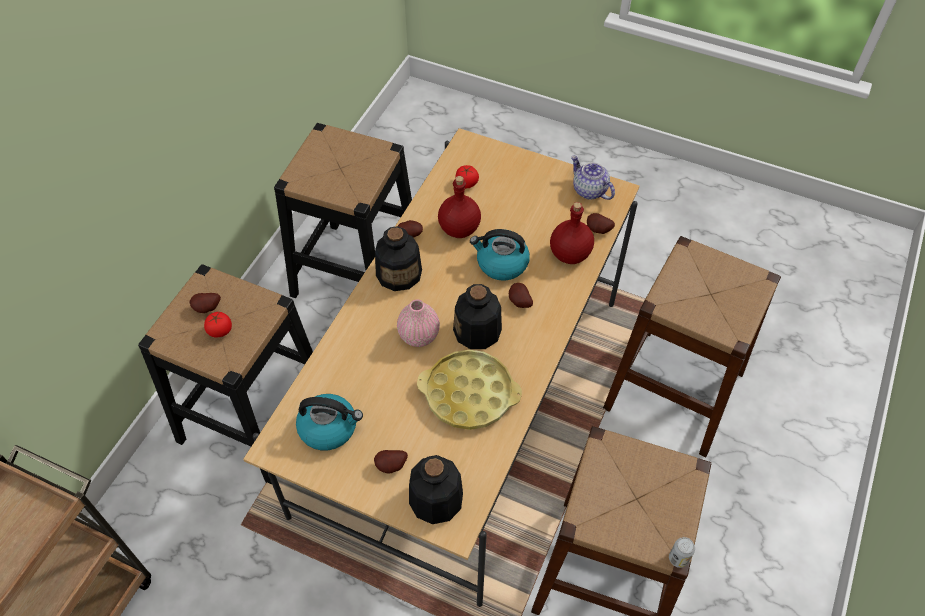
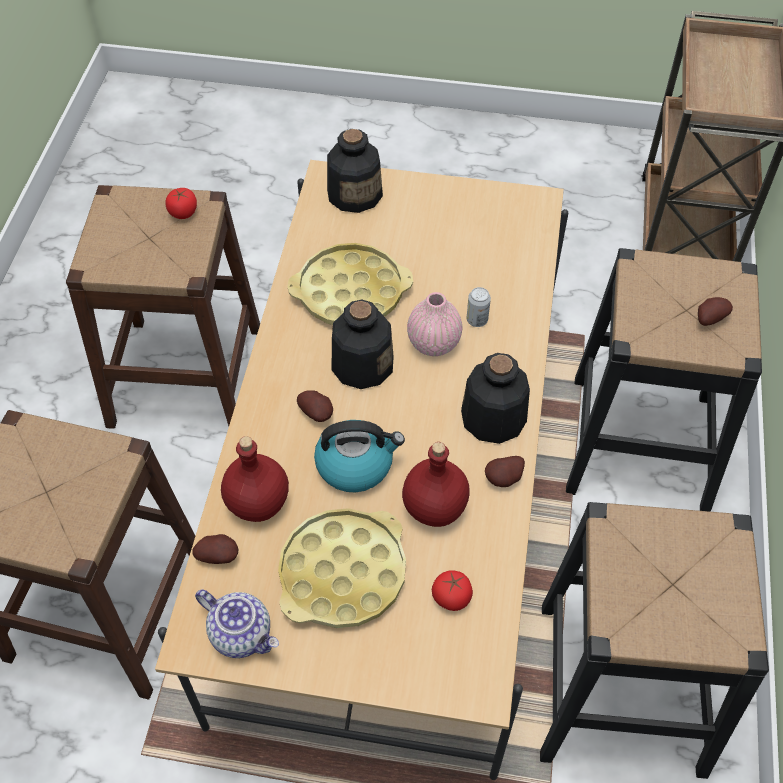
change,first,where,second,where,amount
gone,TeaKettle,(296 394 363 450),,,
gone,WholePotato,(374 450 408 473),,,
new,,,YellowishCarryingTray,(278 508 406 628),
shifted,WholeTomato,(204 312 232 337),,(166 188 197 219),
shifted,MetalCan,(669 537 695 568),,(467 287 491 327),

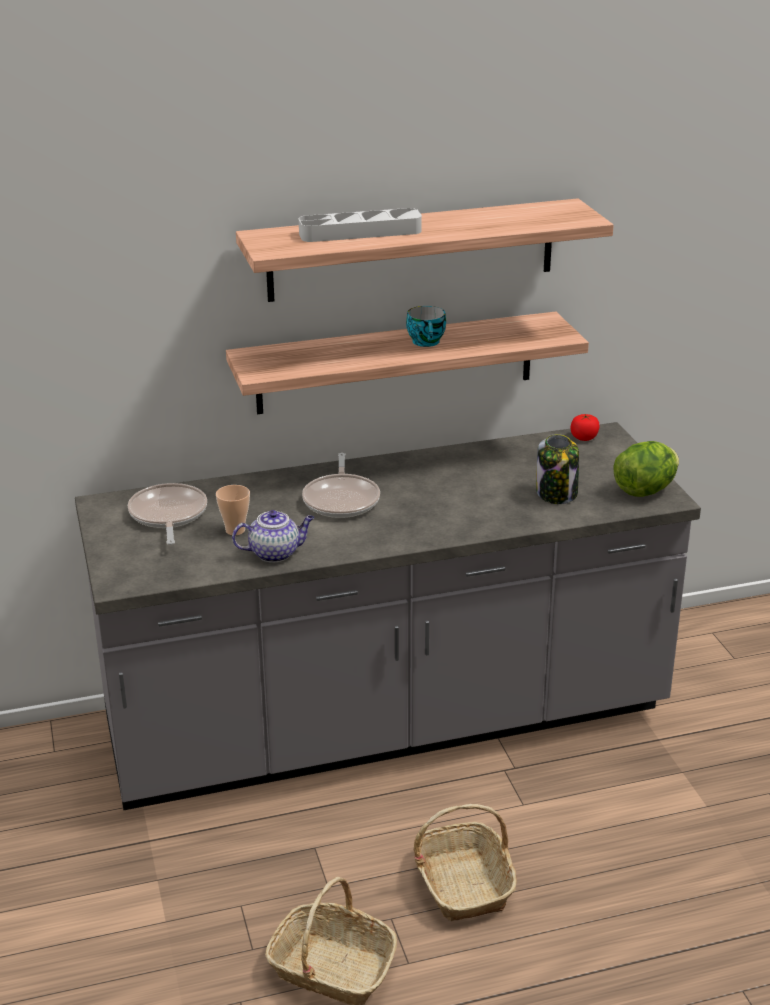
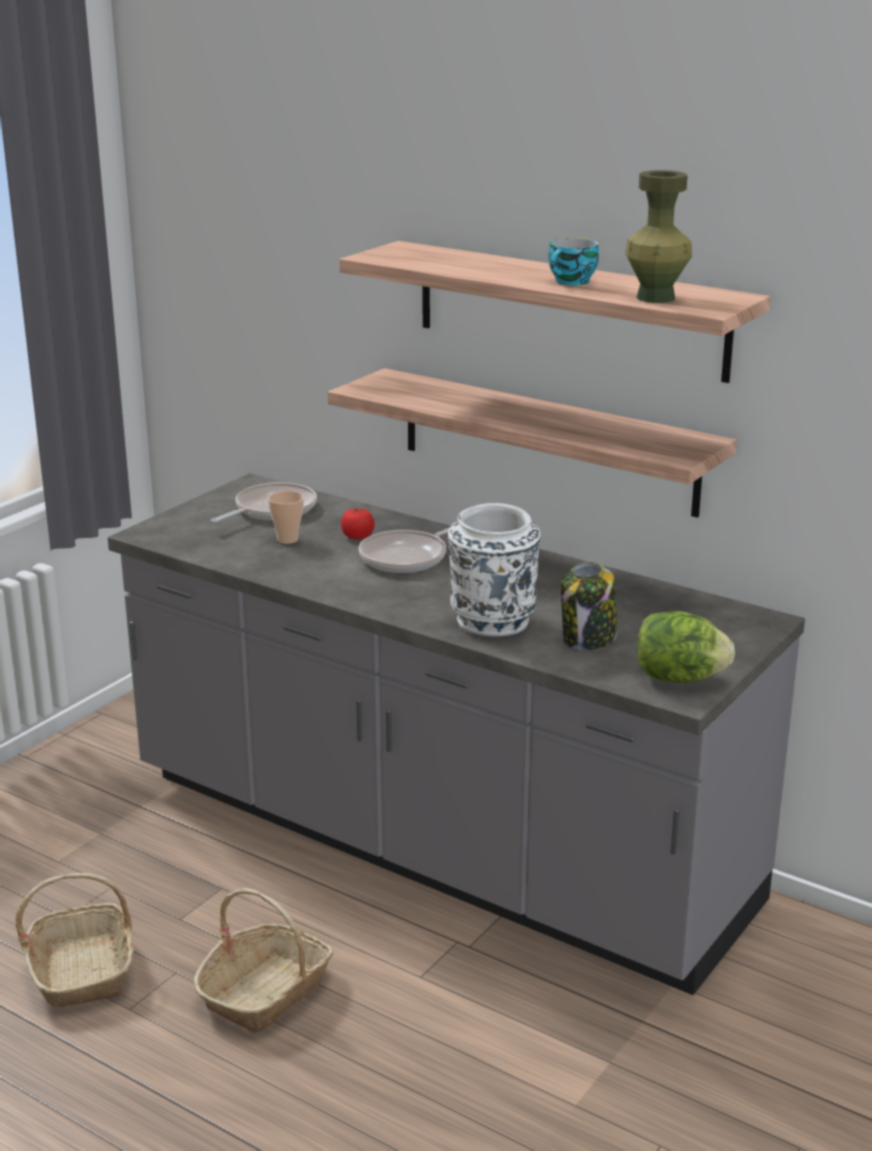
change,first,where,second,where,amount
gone,Teapot,(232 510 314 563),,,
gone,GreyCarryingTray,(299 208 422 242),,,
new,,,WhiteDecorativeVase,(448 503 540 637),
new,,,GreenishDecorativeVase,(625 170 692 303),
shifted,SmallCup,(406 306 446 347),,(548 238 599 286),
shifted,WholeTomato,(571 414 600 441),,(341 508 375 539),

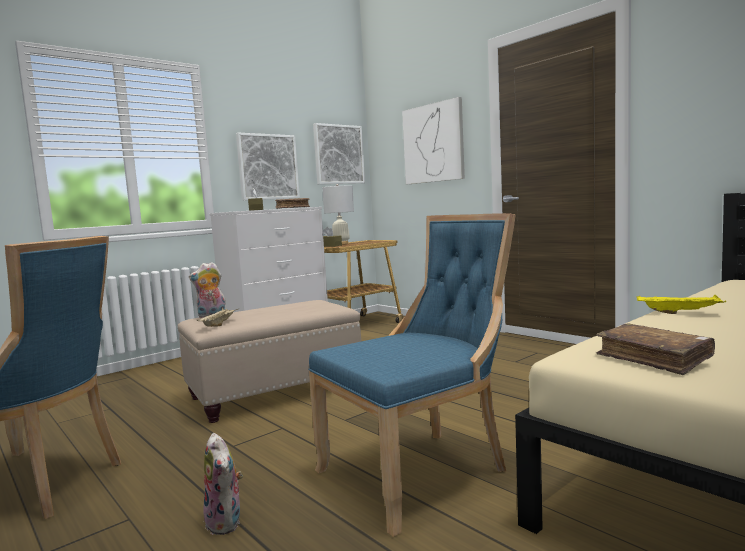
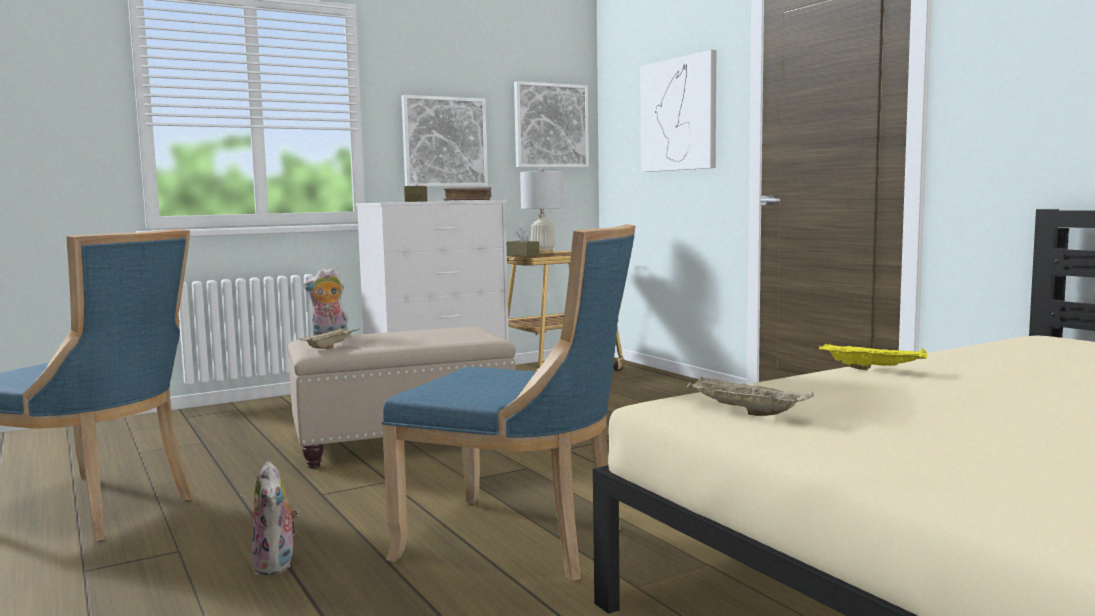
change,first,where,second,where,amount
swapped,BrownColouredBook,(596 323 715 375),BeigeCarryingTray,(687 377 814 416),
rotated,BlueChair,(309 213 516 537),,(382 224 636 581),45 degrees clockwise

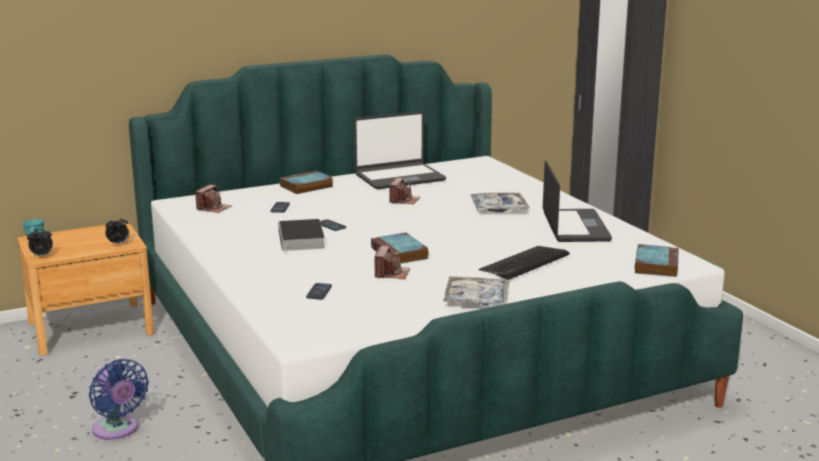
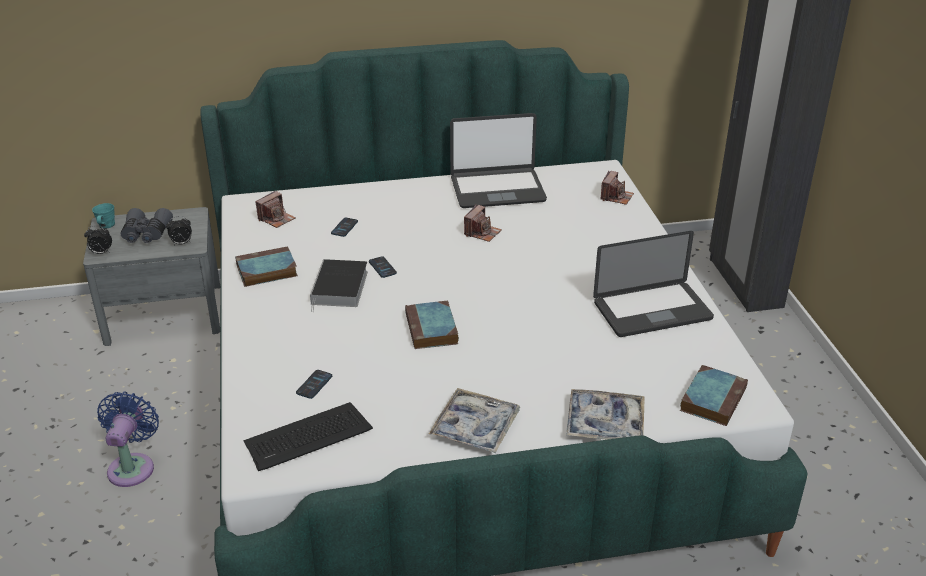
change,first,where,second,where,amount
new,,,GreyPairOfBinoculars,(121 208 173 243),
shifted,Book,(280 171 333 194),,(235 246 298 287),
shifted,StillCamera,(375 246 410 279),,(600 171 634 205),
shifted,CarryingTray,(470 193 530 212),,(566 389 645 440),
shifted,Keyboard,(479 246 570 280),,(244 402 373 471),
repainted,BrownColouredBedsideTable,(18 222 154 355),GreyBedsideTable,(83 207 220 346),
rotated,BlueFan,(89 359 149 440),,(97 392 159 487),150 degrees counterclockwise
rotated,PortableComputer,(543 160 612 242),,(593 231 714 337),60 degrees clockwise

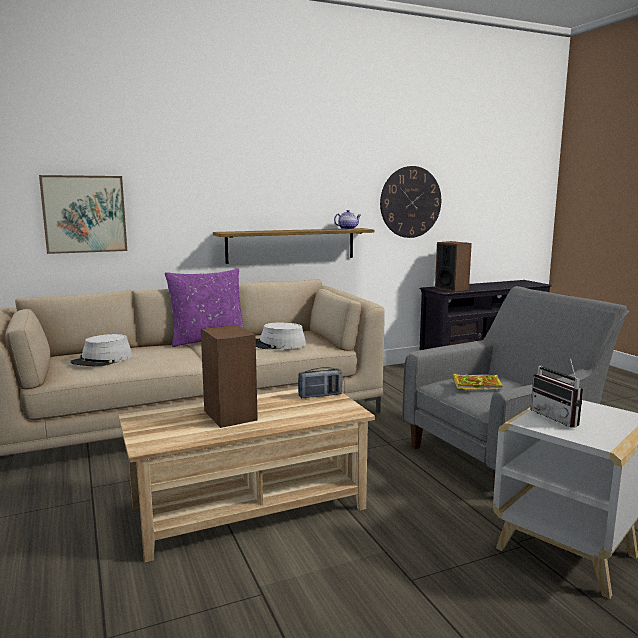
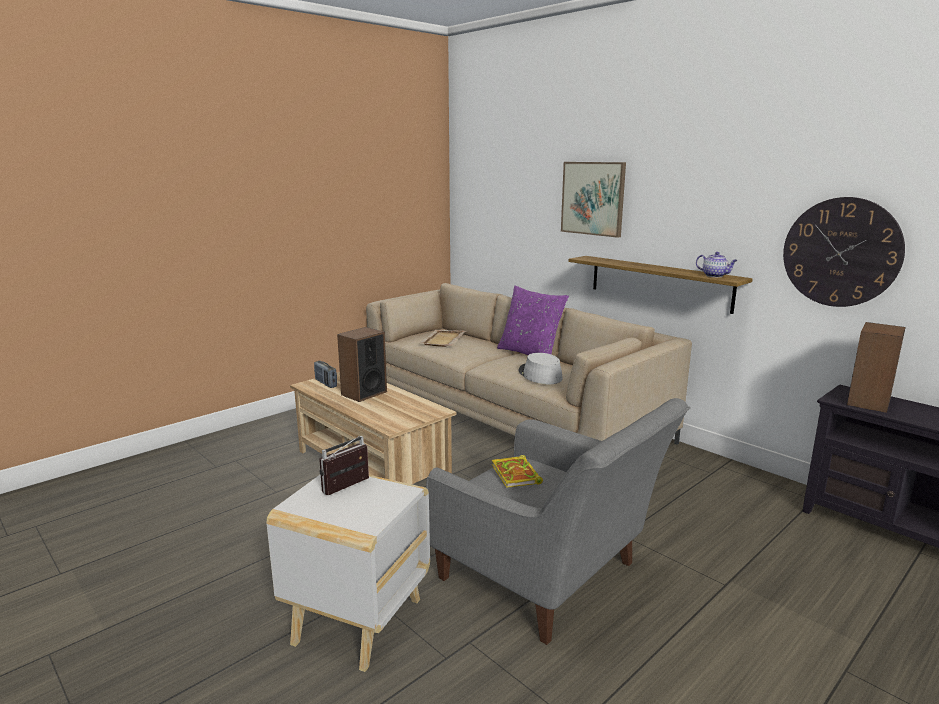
change,first,where,second,where,amount
shifted,WallArt,(39 175 127 254),,(561 162 626 238),
shifted,Radio,(298 367 342 398),,(314 361 337 388),
swapped,GreyHat,(70 334 132 367),BeigeCarryingTray,(419 330 466 347),

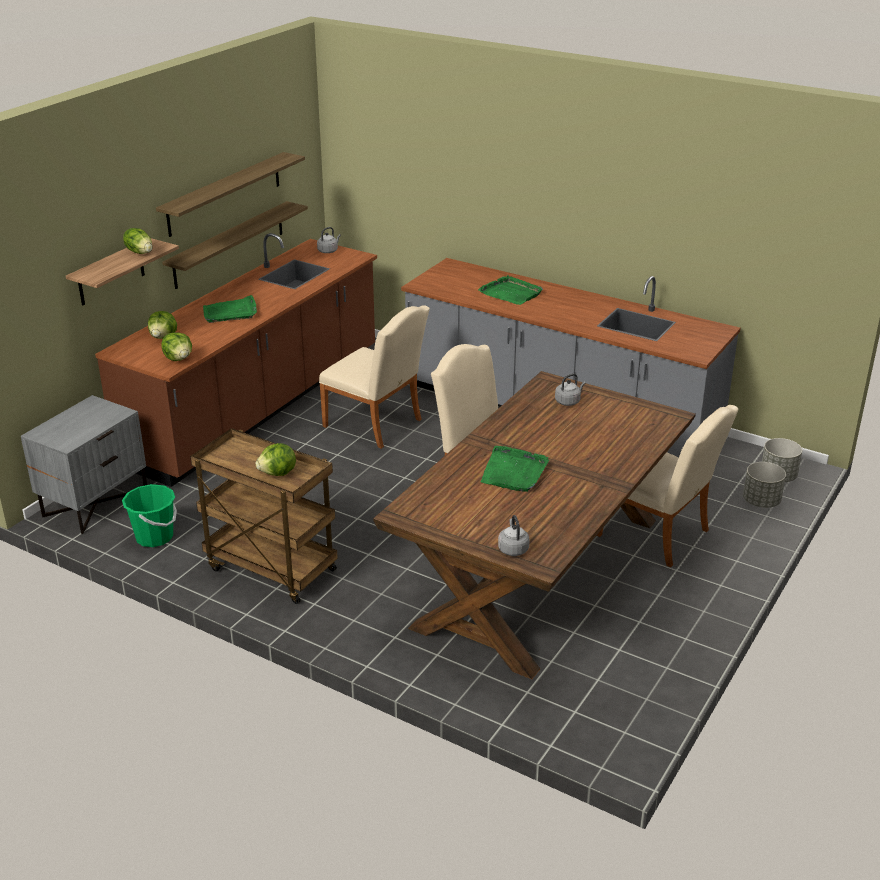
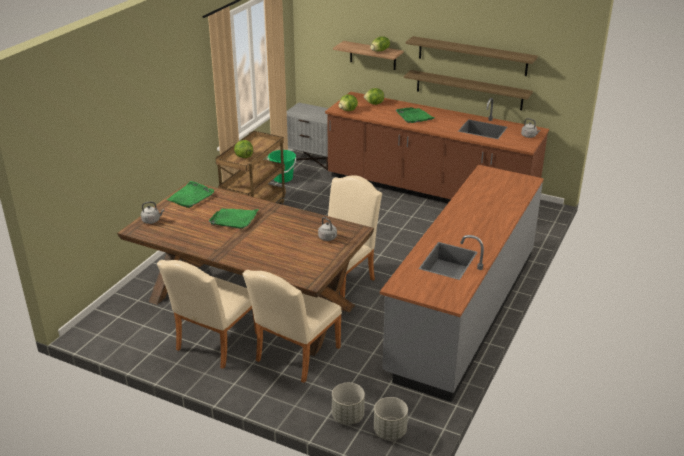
change,first,where,second,where,amount
shifted,BeigeChair,(319 305 430 449),,(157 260 257 369),
shifted,GreenishCarryingTray,(478 275 543 305),,(167 181 214 208),

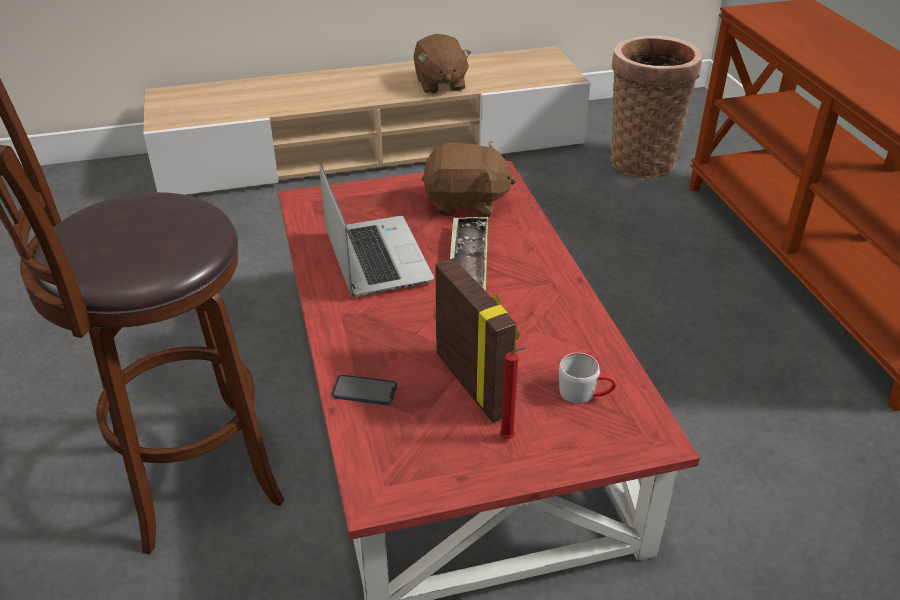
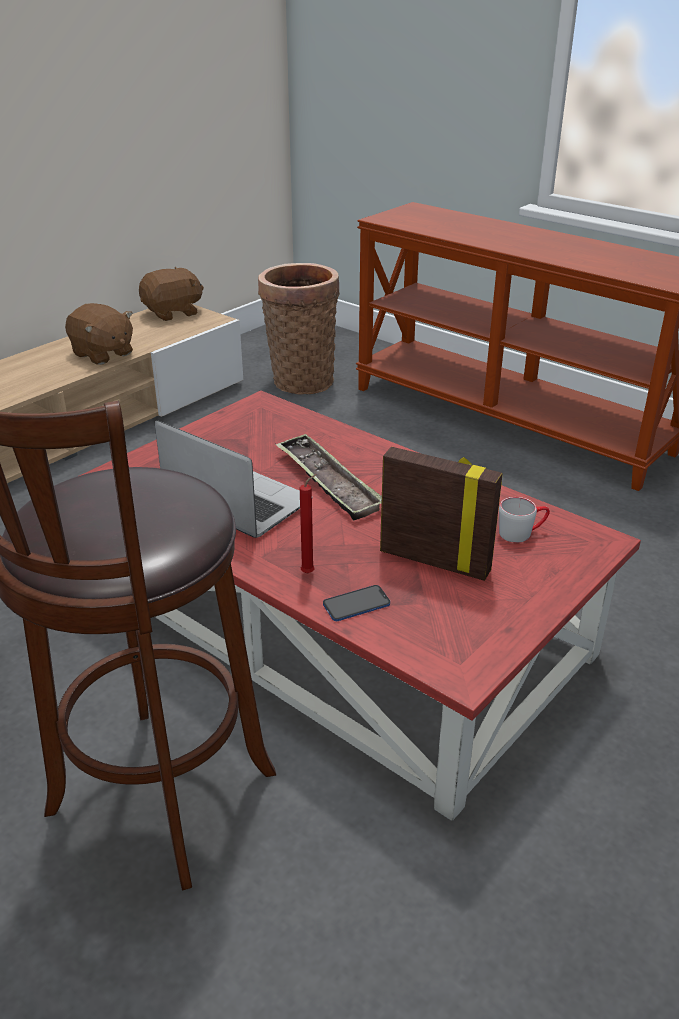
change,first,where,second,where,amount
shifted,BrownColouredSoftToy,(422 141 516 217),,(139 267 204 321),
shifted,RedColouredWaxLight,(500 347 526 439),,(300 474 317 574),

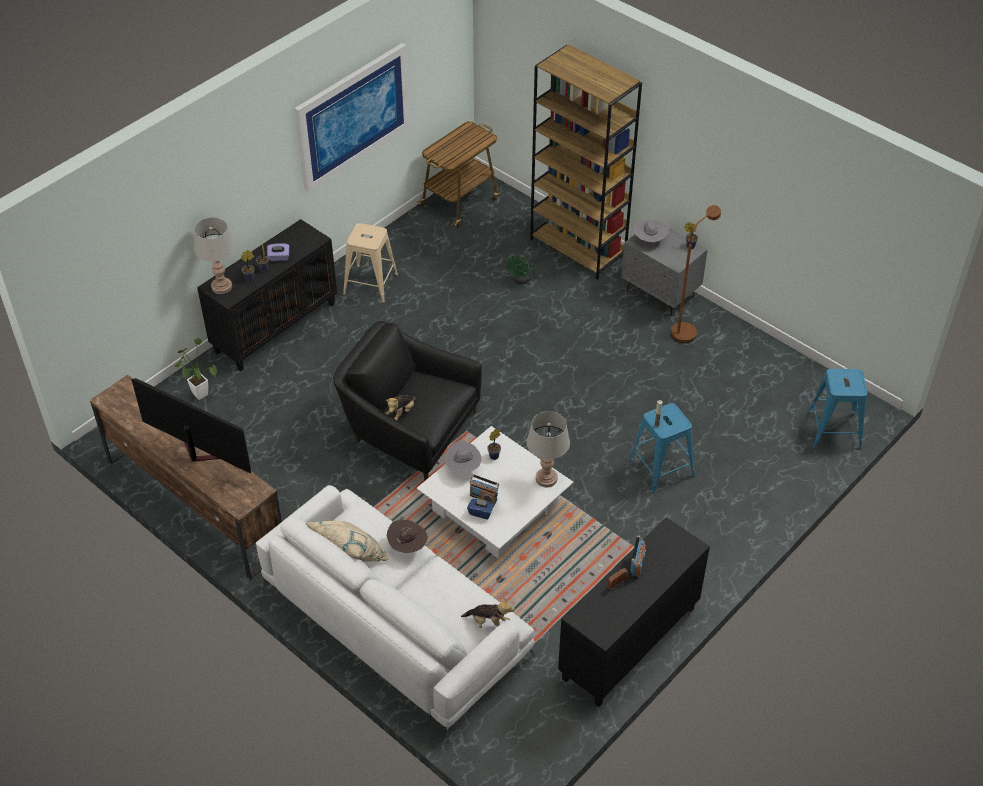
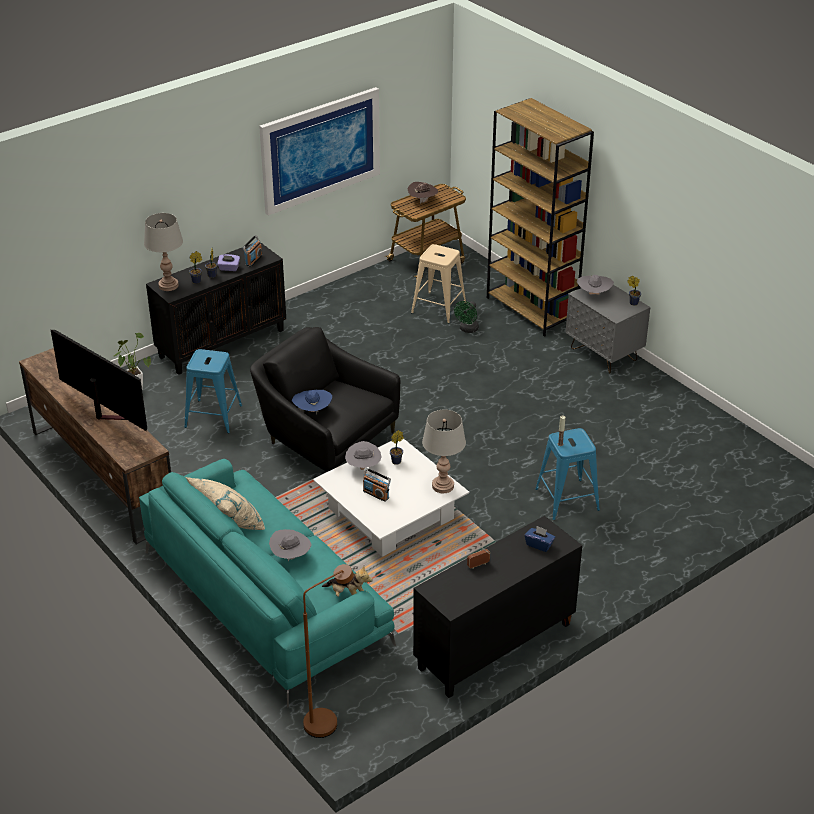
change,first,where,second,where,amount
new,,,GreyHat,(269 529 312 561),
shifted,BeigeStoolSeat,(343 223 398 303),,(411 244 466 323),
shifted,BrownColouredHat,(387 520 428 553),,(408 182 438 204),
shifted,BlueTissueBox,(467 498 494 520),,(525 526 555 552),
shifted,Radio,(630 535 646 578),,(242 235 262 267),
shifted,BrownColouredStandingLamp,(671 205 721 343),,(303 564 354 738),
shifted,BlueStoolSeat,(807 369 867 449),,(184 349 242 433),
swapped,SoftToy,(385 395 416 420),BlueHat,(292 390 332 414),
repainted,WhiteSettee,(256 485 535 741),TurquoiseColouredSettee,(139 459 396 707),

